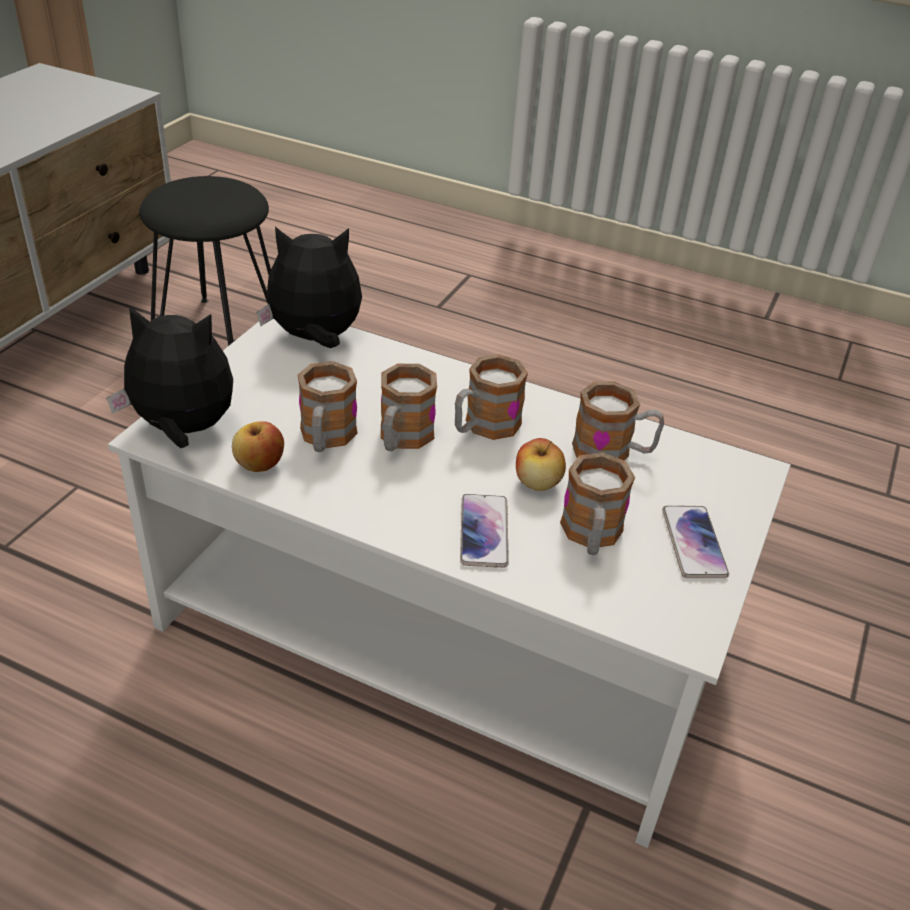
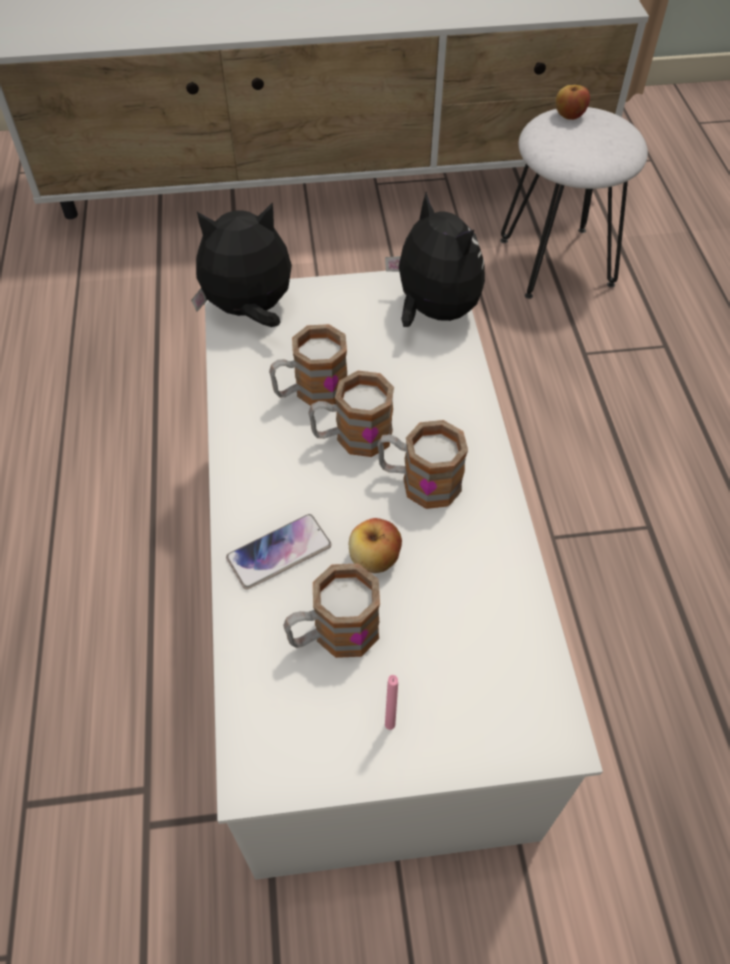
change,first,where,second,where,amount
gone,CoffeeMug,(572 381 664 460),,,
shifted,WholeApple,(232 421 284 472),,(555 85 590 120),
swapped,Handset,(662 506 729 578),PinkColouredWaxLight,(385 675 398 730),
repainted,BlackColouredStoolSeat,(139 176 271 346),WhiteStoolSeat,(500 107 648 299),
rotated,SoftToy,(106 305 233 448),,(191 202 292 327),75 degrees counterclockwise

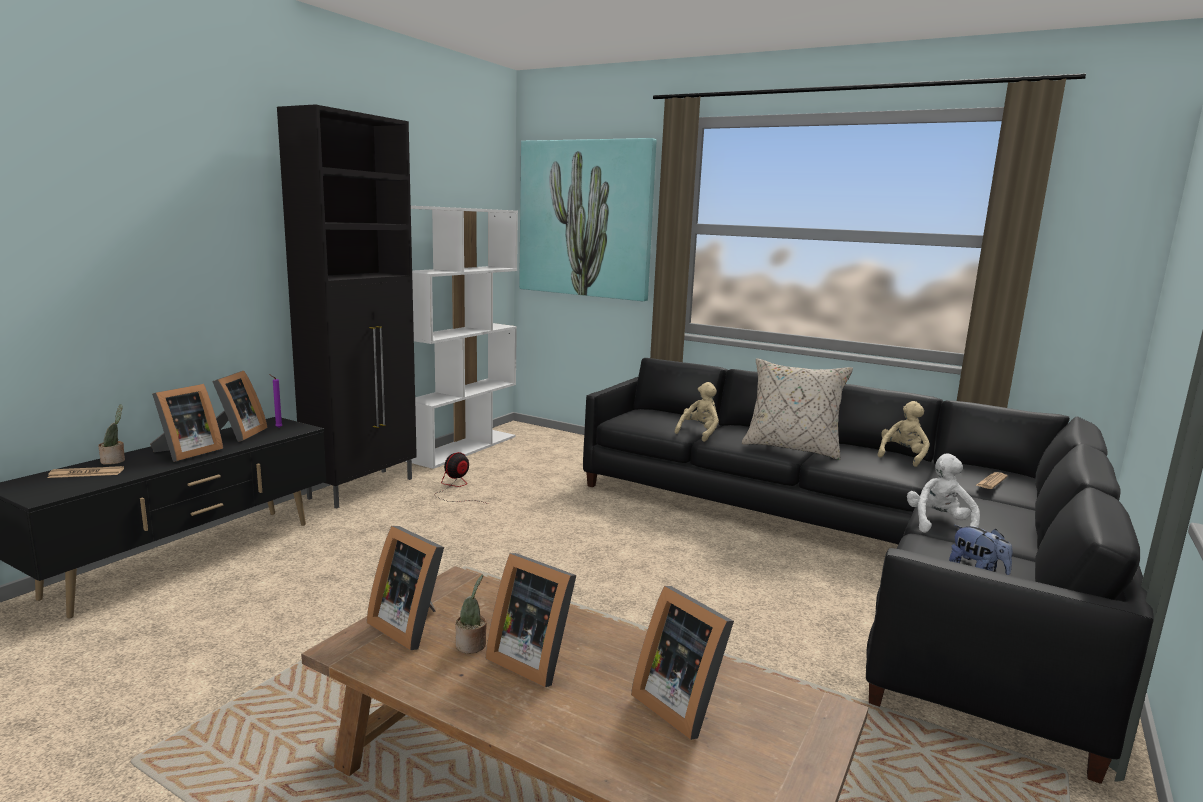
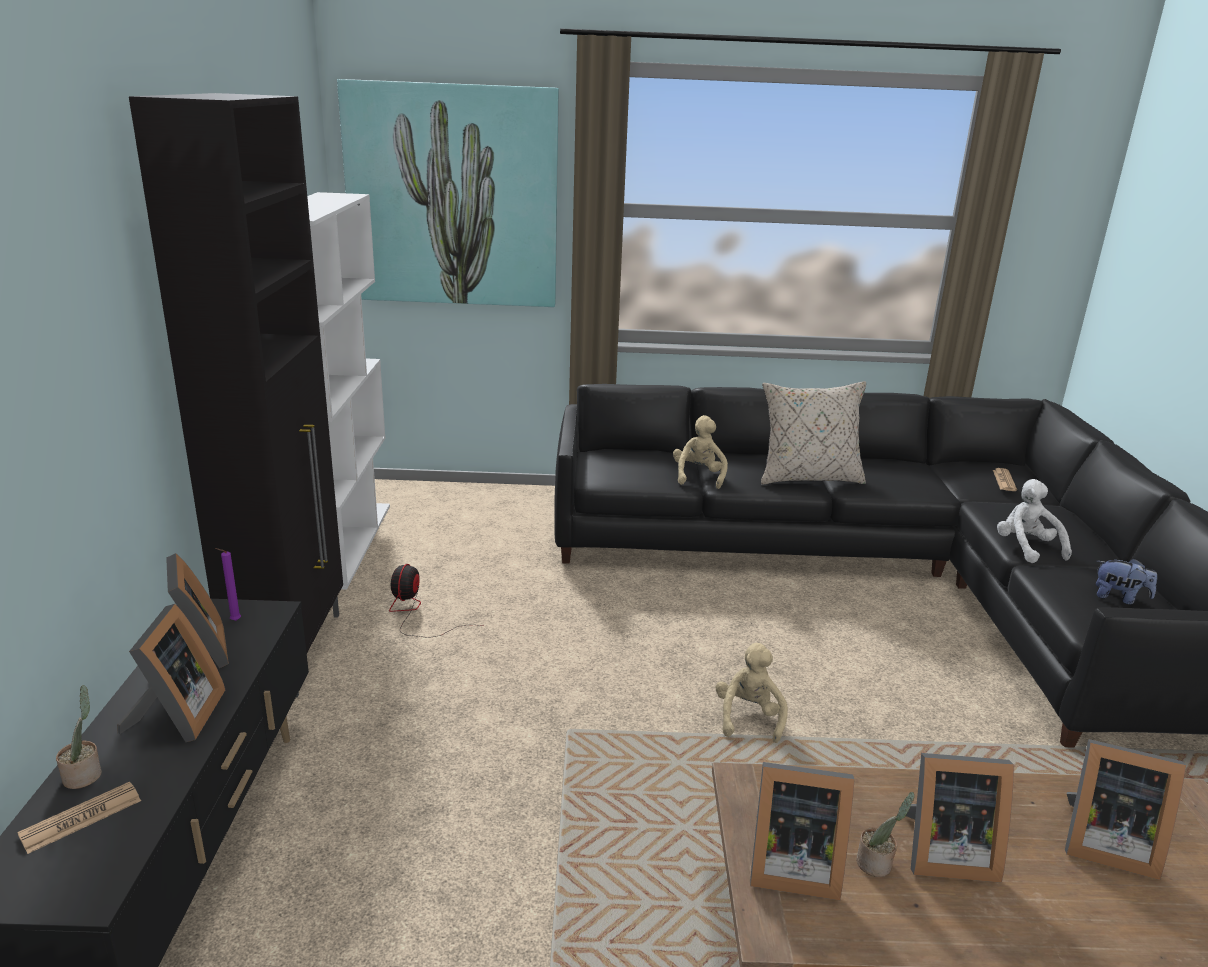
change,first,where,second,where,amount
shifted,BeigeSoftToy,(877 401 930 467),,(716 643 788 743),

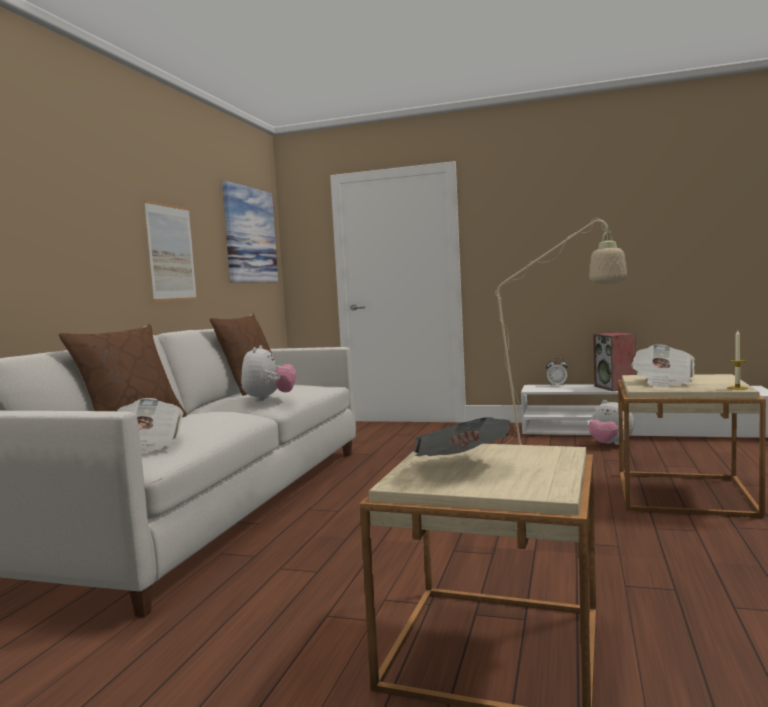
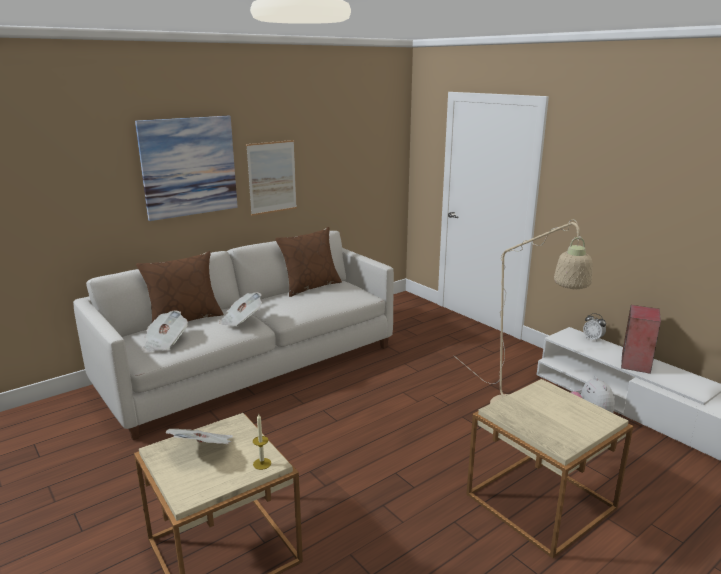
change,first,where,second,where,amount
gone,SoftToy,(241 345 296 401),,,
shifted,WallArt,(222 180 278 283),,(135 116 238 221),
shifted,Newspaper,(631 344 695 388),,(219 292 262 327),
shifted,WaxLight,(727 330 748 390),,(253 414 271 470),

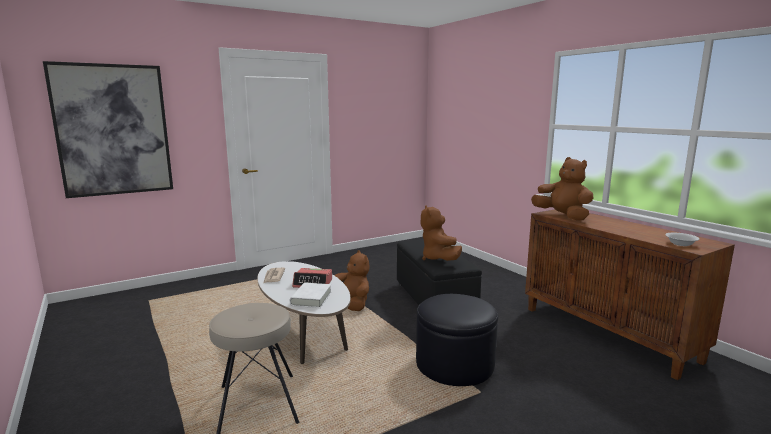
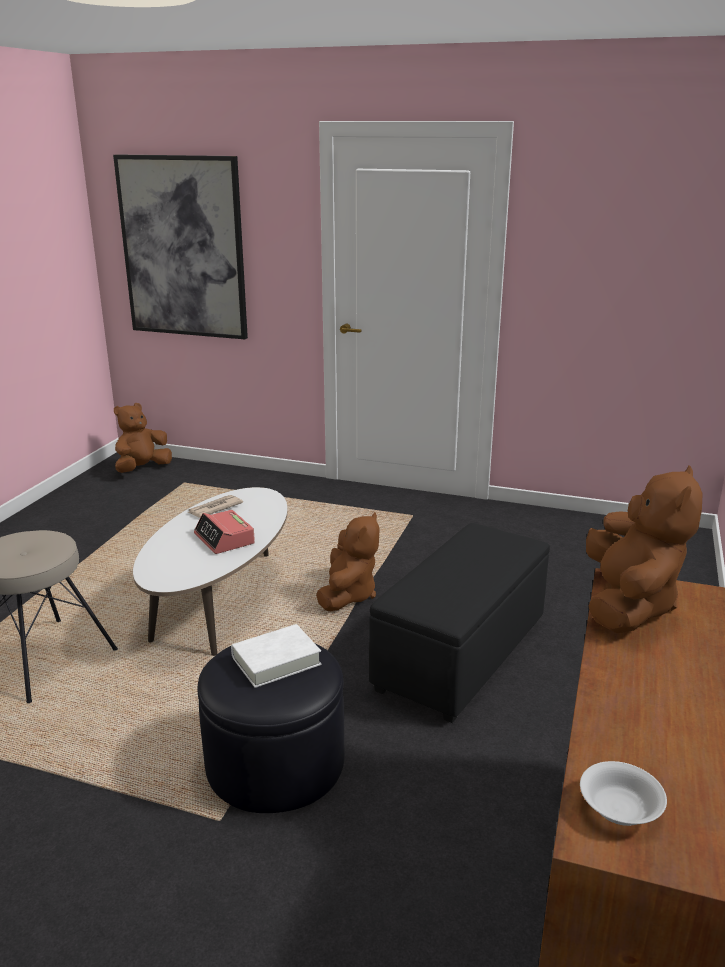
change,first,where,second,where,amount
shifted,WhiteBook,(290 283 331 308),,(231 624 321 688),
shifted,BrownColouredSoftToy,(421 205 462 261),,(114 403 172 473),

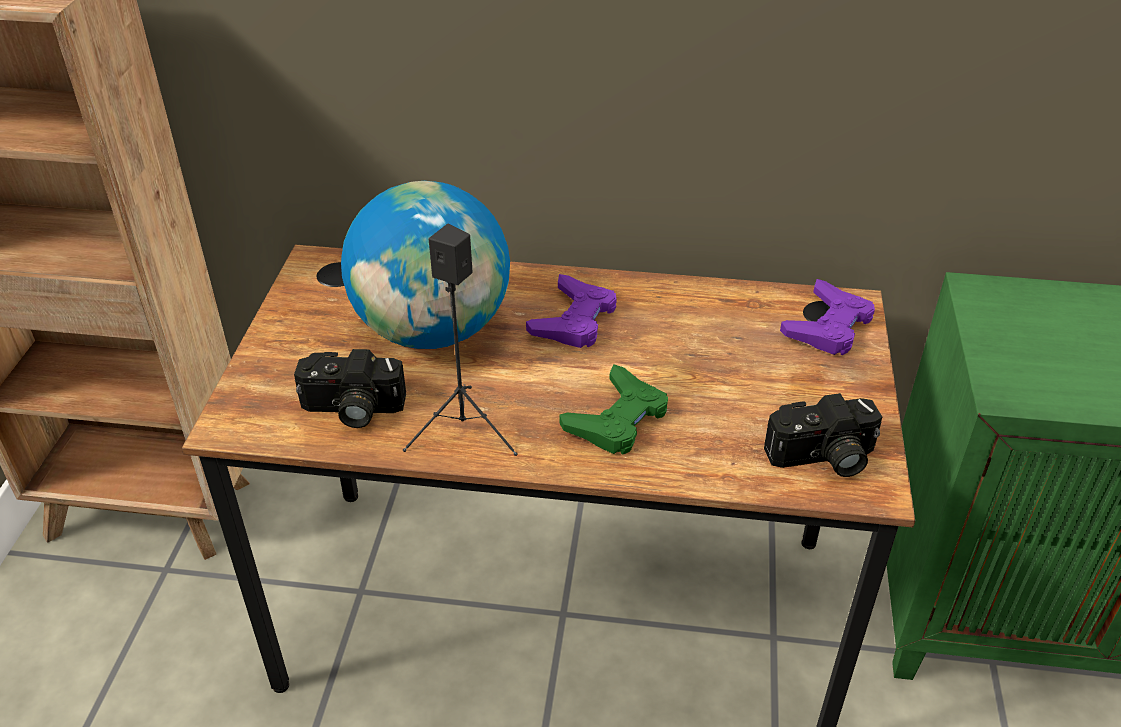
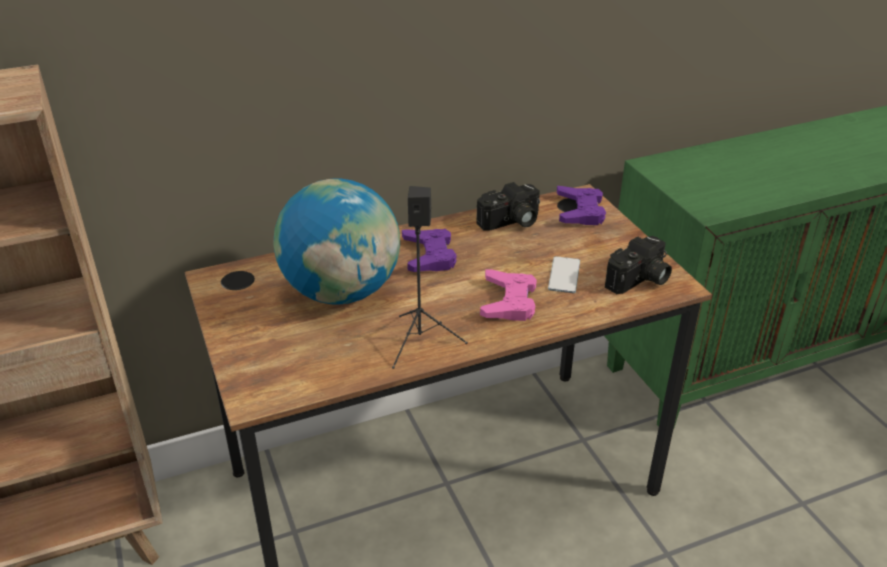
change,first,where,second,where,amount
new,,,Handset,(548 256 580 293),
shifted,StillCamera,(294 349 406 428),,(476 182 540 231),
repainted,GreenishJoypad,(559 364 668 454),PinkColouredJoypad,(480 269 537 321),

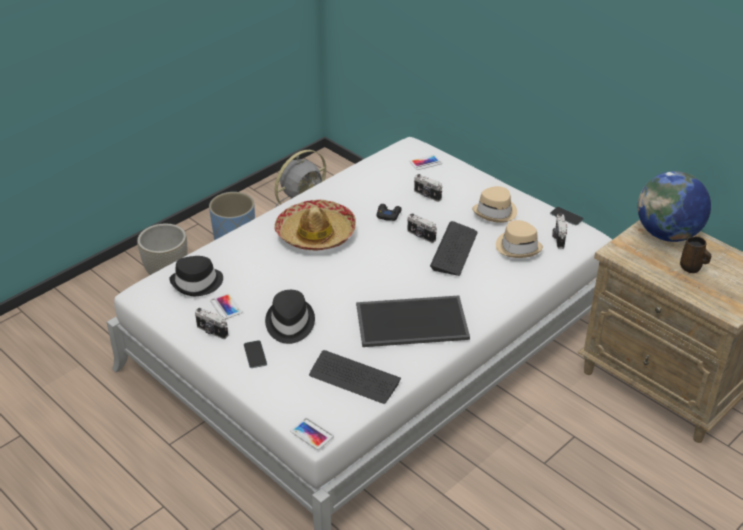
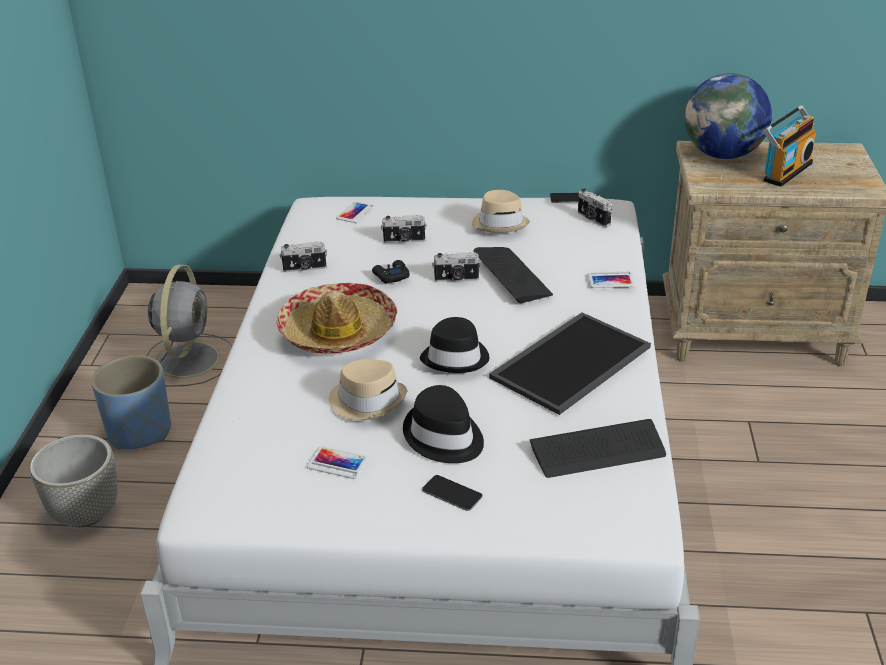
change,first,where,second,where,amount
shifted,BlackColouredHat,(169 256 223 296),,(420 317 489 373),
shifted,StillCamera,(195 308 228 339),,(280 241 327 272),
shifted,Handset,(290 417 334 450),,(588 271 635 288),
shifted,BeigeHat,(496 220 543 258),,(329 359 407 420),
swapped,BrownColouredCoffeeMug,(680 236 711 273),Radio,(763 105 816 187),

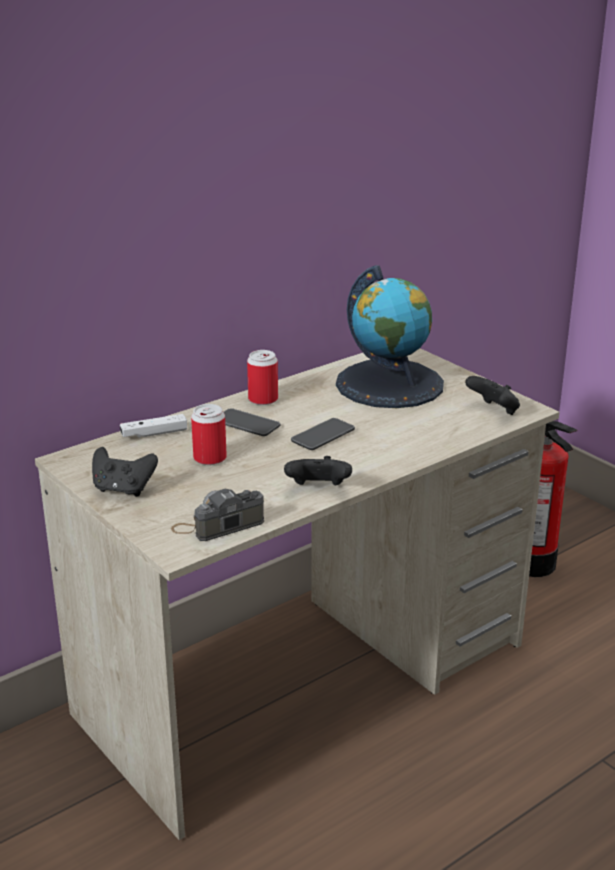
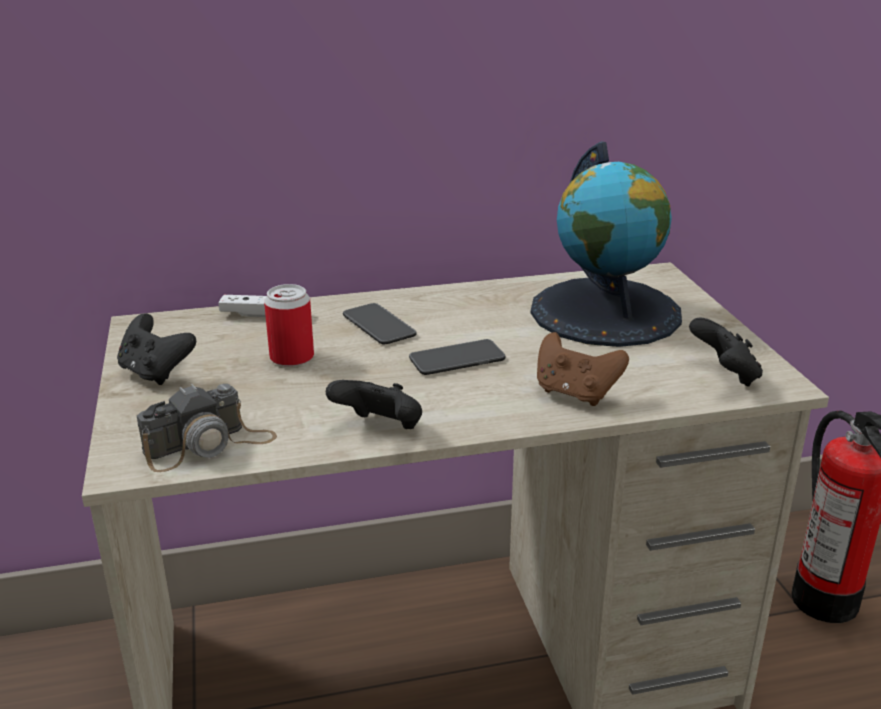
change,first,where,second,where,amount
gone,MetalCan,(247 350 278 405),,,
new,,,BrownColouredJoypad,(537 332 629 406),
rotated,StillCamera,(171 489 264 541),,(137 384 277 472),150 degrees clockwise

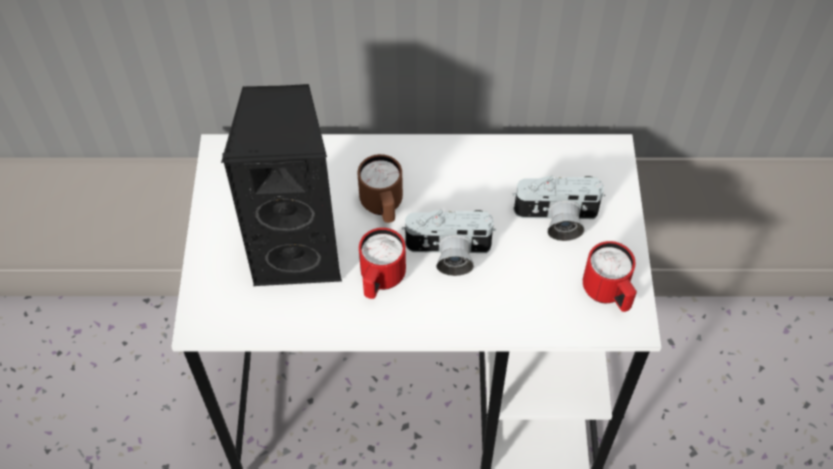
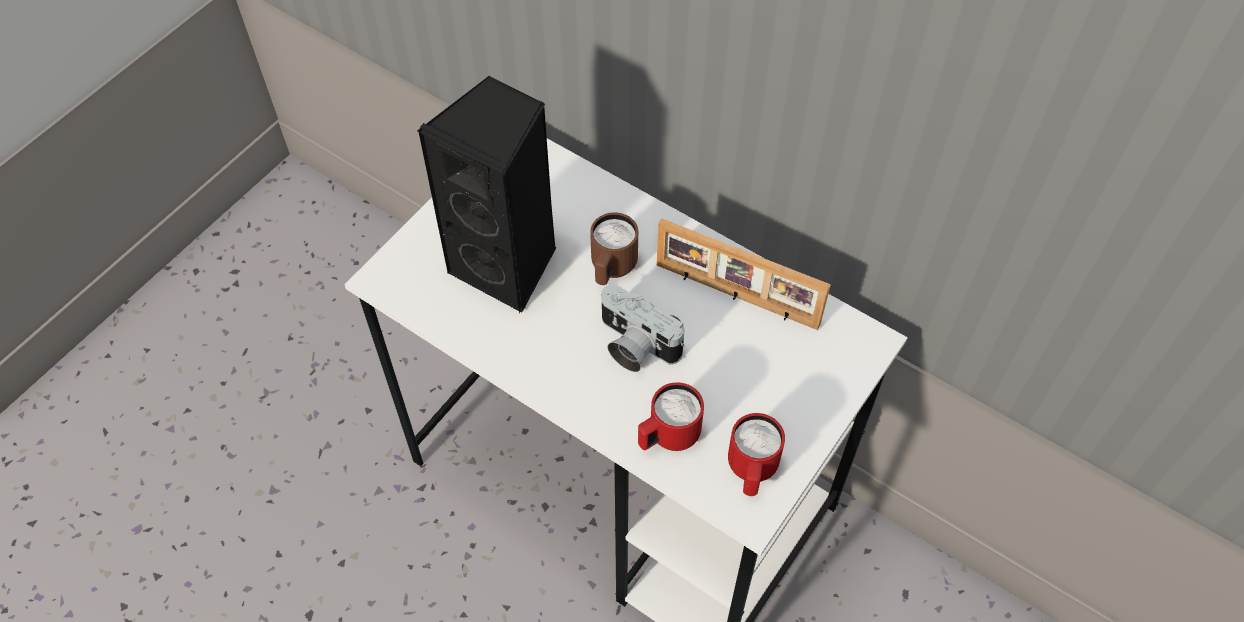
change,first,where,second,where,amount
gone,StillCamera,(513 175 605 241),,,
new,,,PhotoFrame,(657 218 831 330),
shifted,RedColouredCoffeeMug,(359 228 406 299),,(638 382 704 451),

